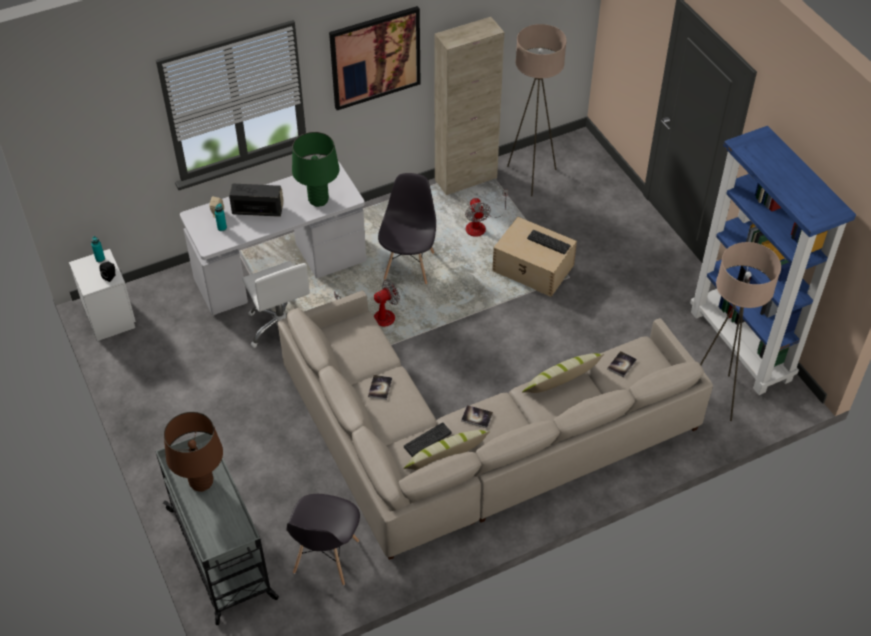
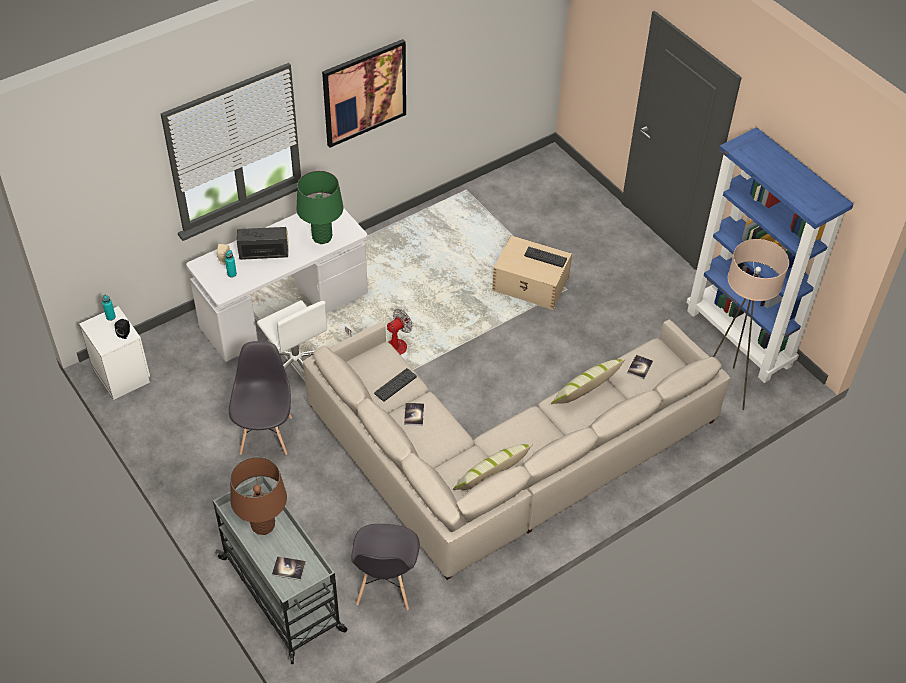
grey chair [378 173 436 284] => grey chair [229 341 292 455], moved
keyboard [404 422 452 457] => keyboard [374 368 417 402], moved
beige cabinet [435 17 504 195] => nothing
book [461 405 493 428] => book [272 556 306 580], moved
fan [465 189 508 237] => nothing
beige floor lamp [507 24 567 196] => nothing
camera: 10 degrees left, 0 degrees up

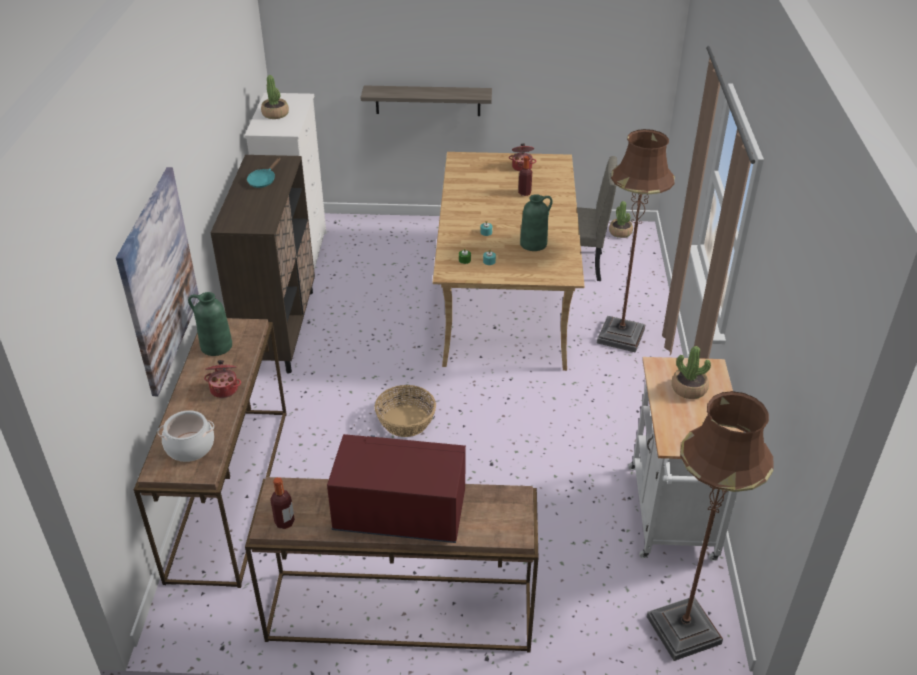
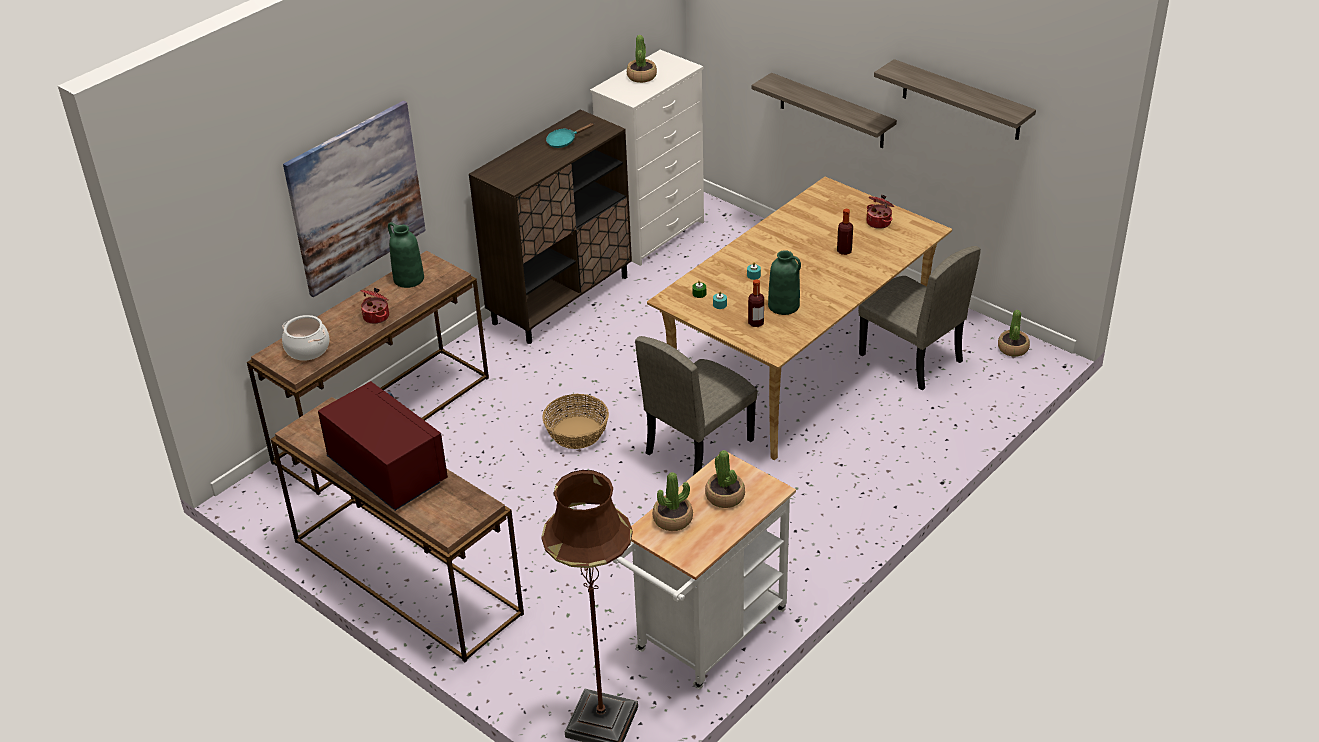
bottle [270 477 295 529] => bottle [748 279 764 327], moved
brown floor lamp [597 129 675 353] => nothing
nothing => beige chair [635 336 757 475]
nothing => potted plant [652 472 693 531]
nothing => shelf [874 59 1036 140]
camera: 40 degrees right, 0 degrees up

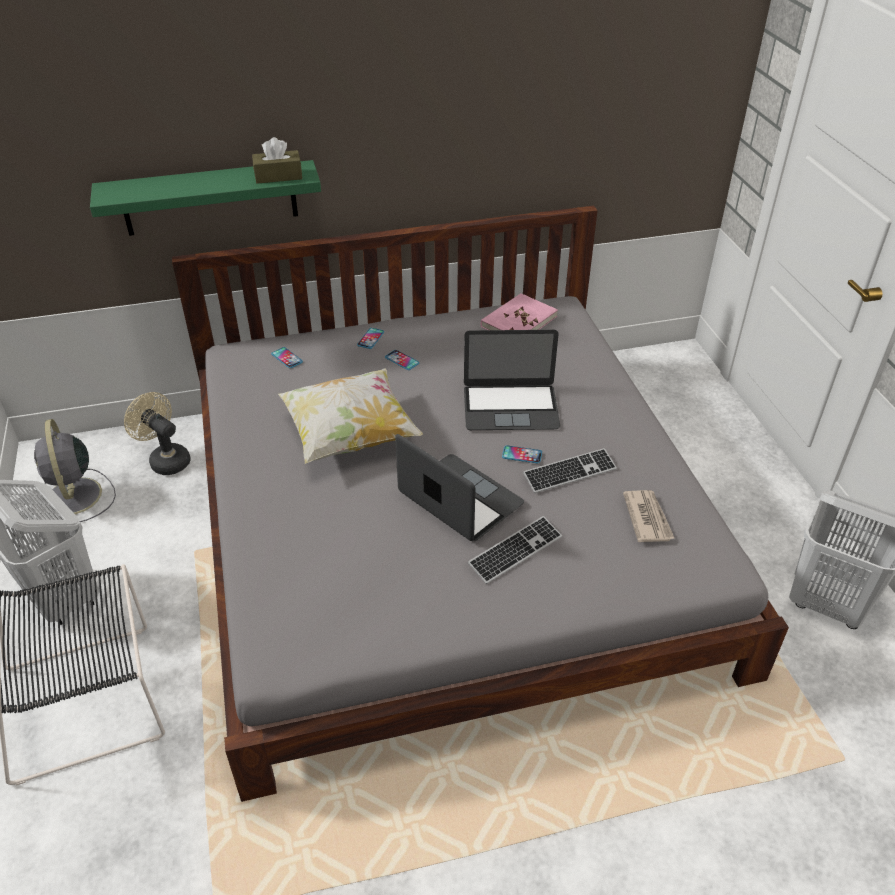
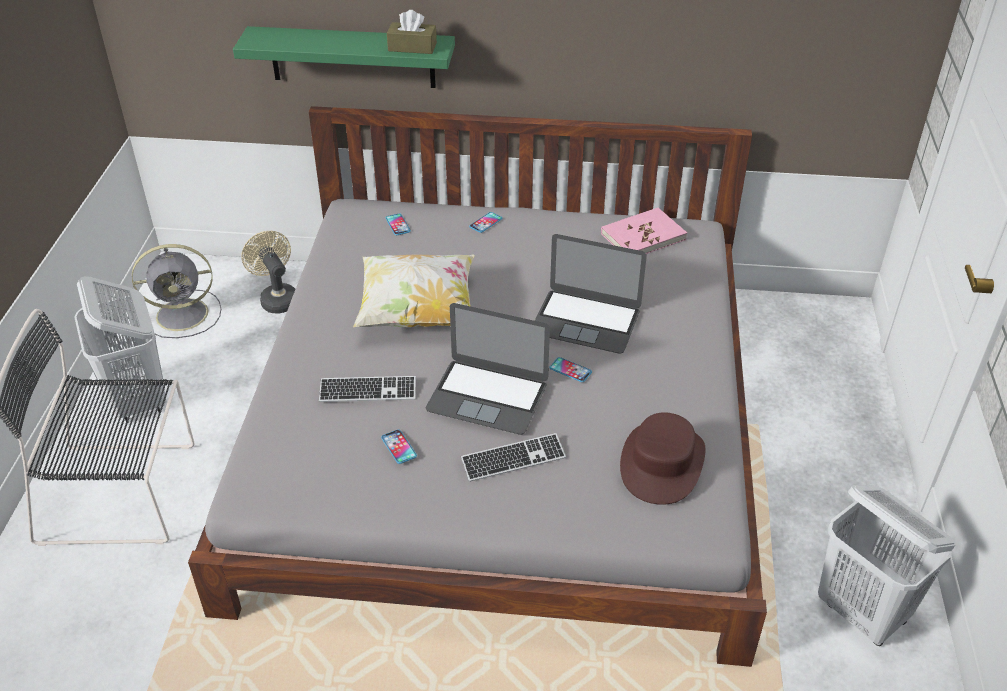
grey fan [34 419 116 522] => grey fan [132 244 221 338], 105 degrees counterclockwise
phone [385 350 419 370] => phone [381 430 417 464], moved
laptop [395 434 524 541] => laptop [426 303 550 435], 135 degrees clockwise
keyboard [523 448 617 493] => keyboard [319 376 416 402], moved
newspaper [623 490 675 542] => brown hat [620 412 706 505]
camera: 20 degrees right, 0 degrees up

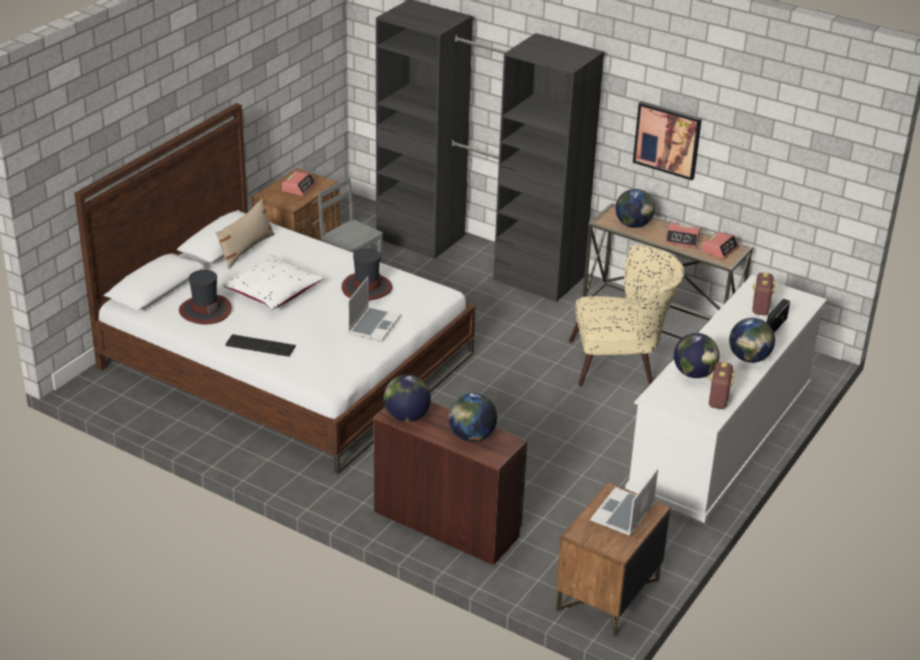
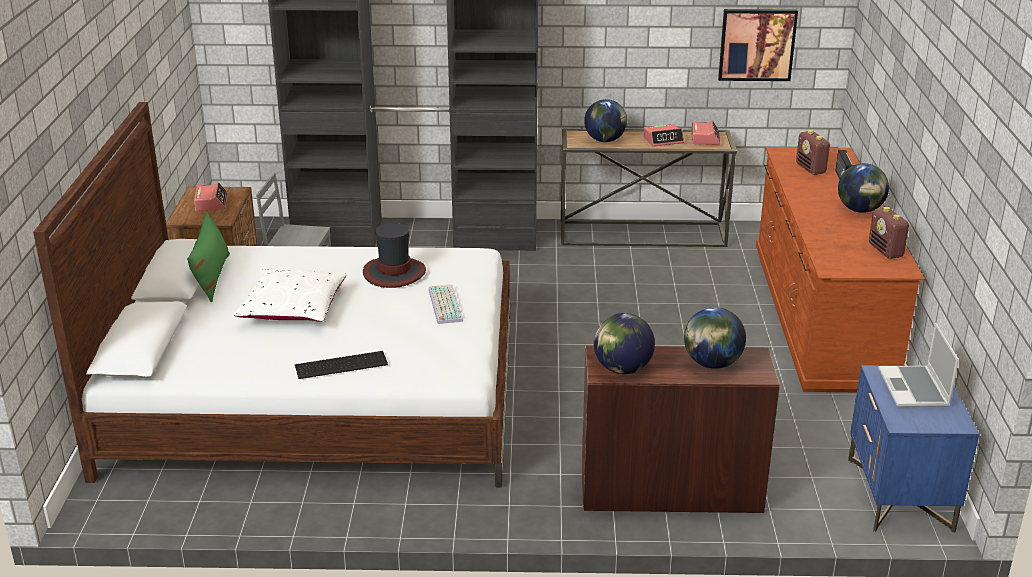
hat [179 270 232 325] => nothing
beige pillow [216 199 275 269] => green pillow [187 212 230 302]
laptop [348 277 401 341] => keyboard [429 284 463 324]
brown nightstand [556 482 671 637] => blue nightstand [848 365 980 533]
beige armchair [569 245 685 386] => nothing
white dresser [625 275 827 523] => brown dresser [756 147 924 393]
picture [633 102 702 180] => picture [718 9 798 81], moved
globe [674 333 719 378] => nothing
camera: 30 degrees left, 5 degrees down

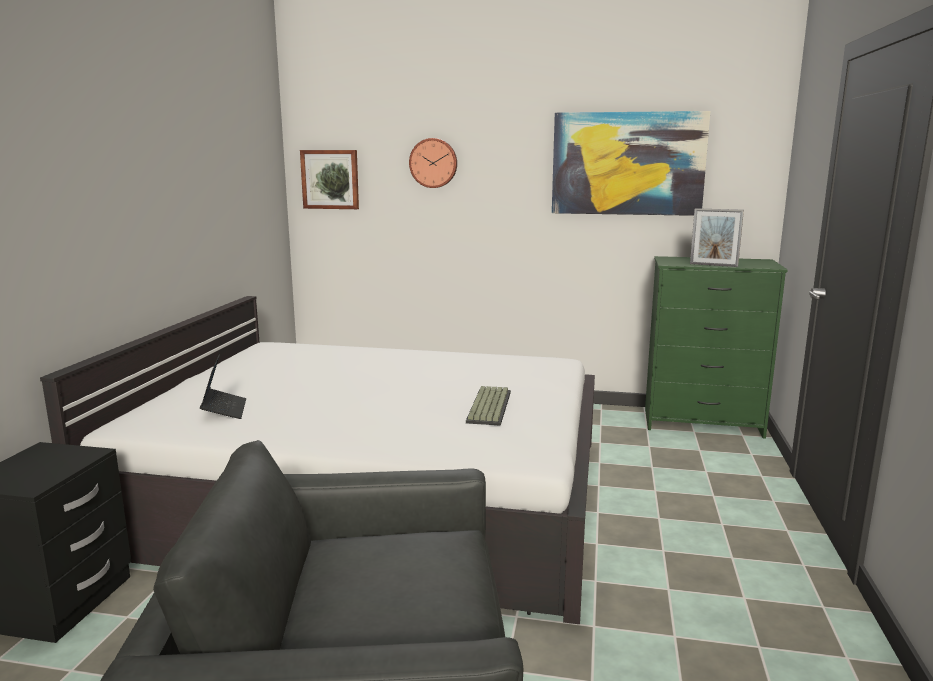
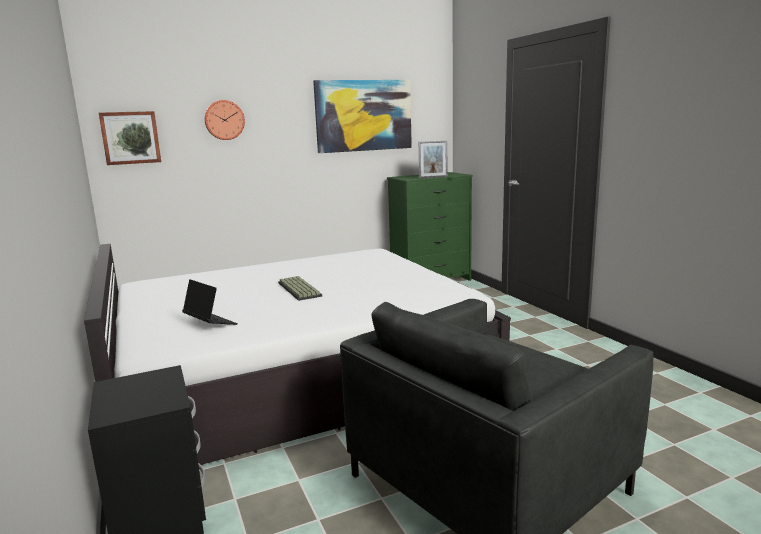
keyboard [466 386 511 426] => keyboard [278 276 322 301], moved
camera: 35 degrees left, 0 degrees up

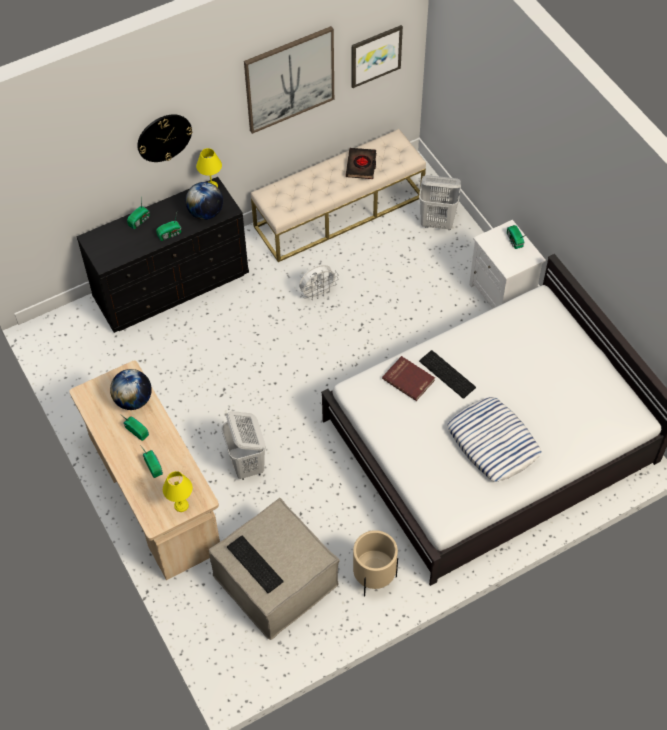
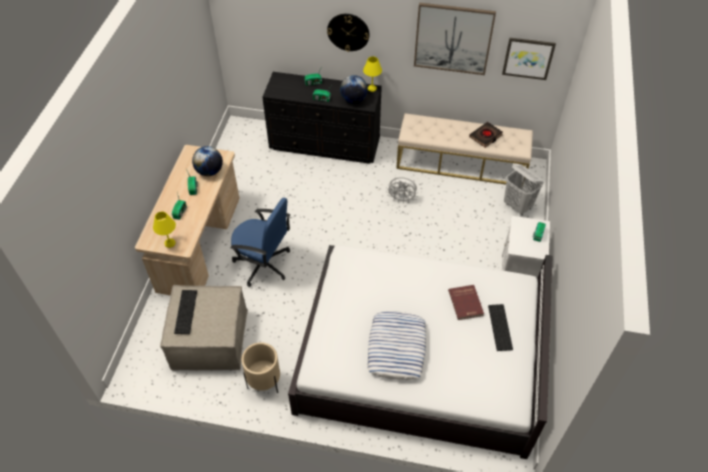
white laundry basket [221 411 266 480] => blue office chair [231 198 290 287]
red book [382 356 435 401] => red book [448 285 484 320], moved
keyboard [419 350 476 399] => keyboard [488 304 513 351], moved
camera: 40 degrees right, 5 degrees down

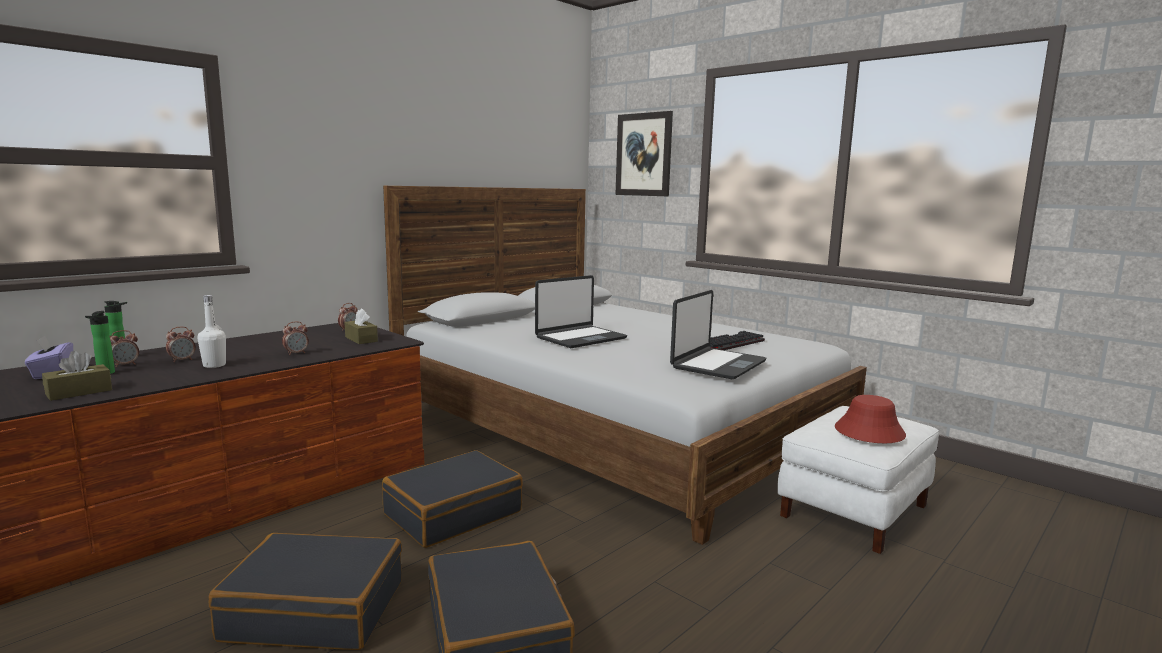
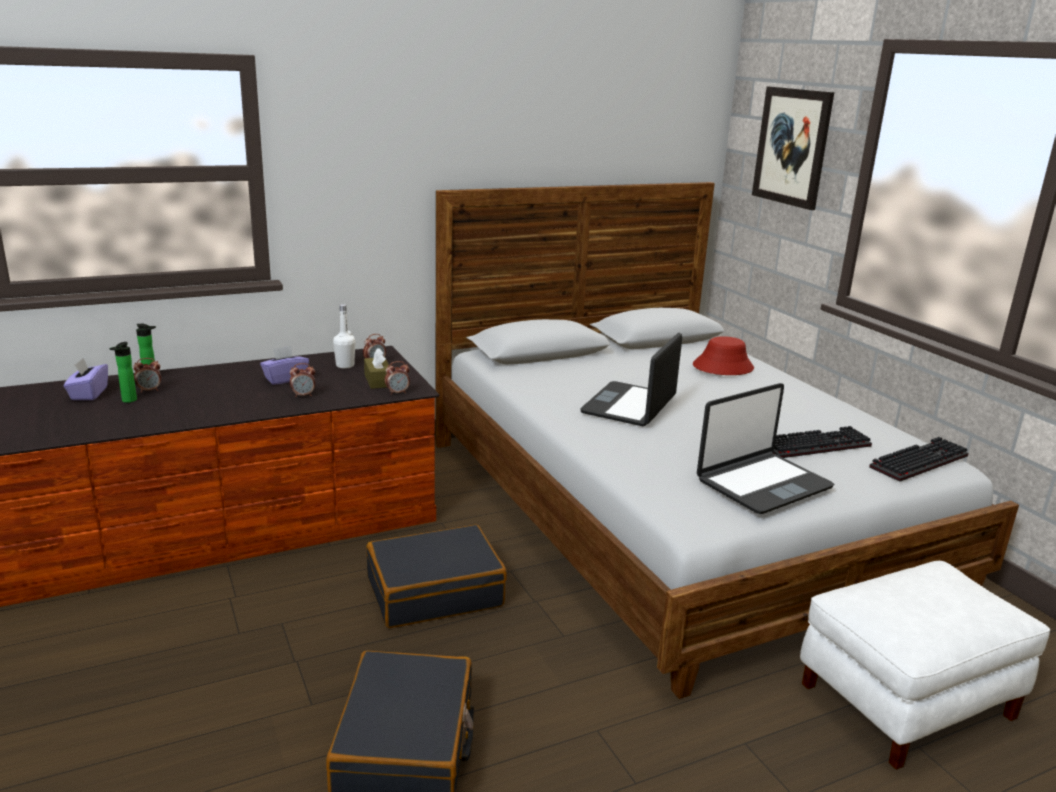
brown tissue box [42 351 112 401] => nothing
alarm clock [166 327 196 362] => alarm clock [385 361 410 395], moved
white bottle [198 295 226 368] => white bottle [333 304 356 368], moved
black suitcase [208 533 402 650] => nothing
laptop [535 275 627 348] => laptop [580 332 682 426], 135 degrees clockwise
red hat [835 395 906 443] => red hat [693 336 754 375], moved
nothing => purple tissue box [260 346 309 385]
nothing => keyboard [869 437 969 482]
camera: 20 degrees right, 10 degrees up

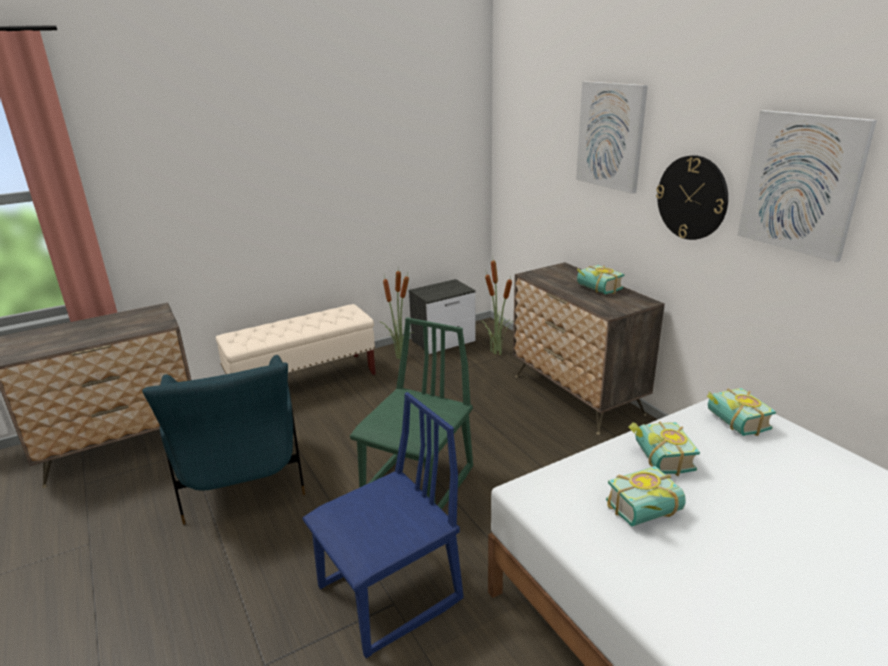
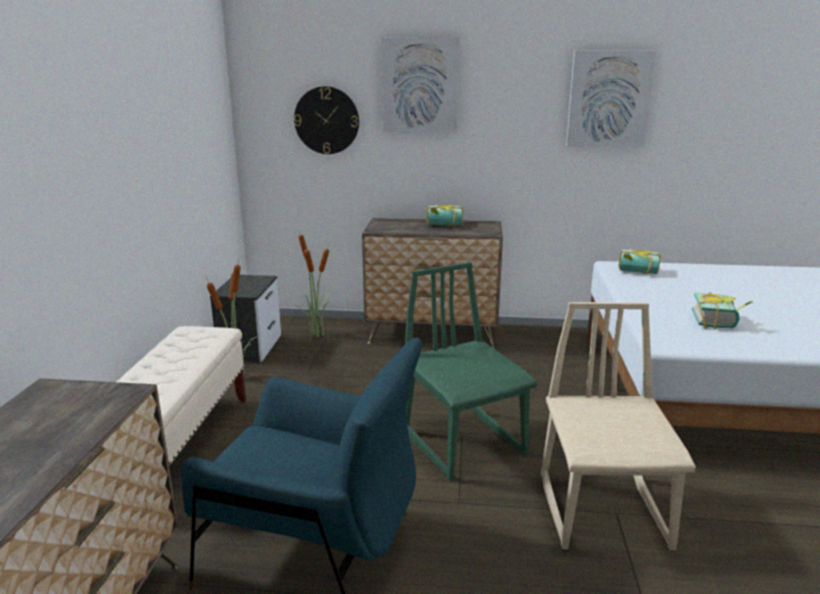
blue chair [302 392 464 658] => beige chair [541 302 696 550]
book [628 421 700 476] => nothing
wall clock [656 155 728 240] => wall clock [294 86 359 154], moved
camera: 55 degrees left, 5 degrees down

